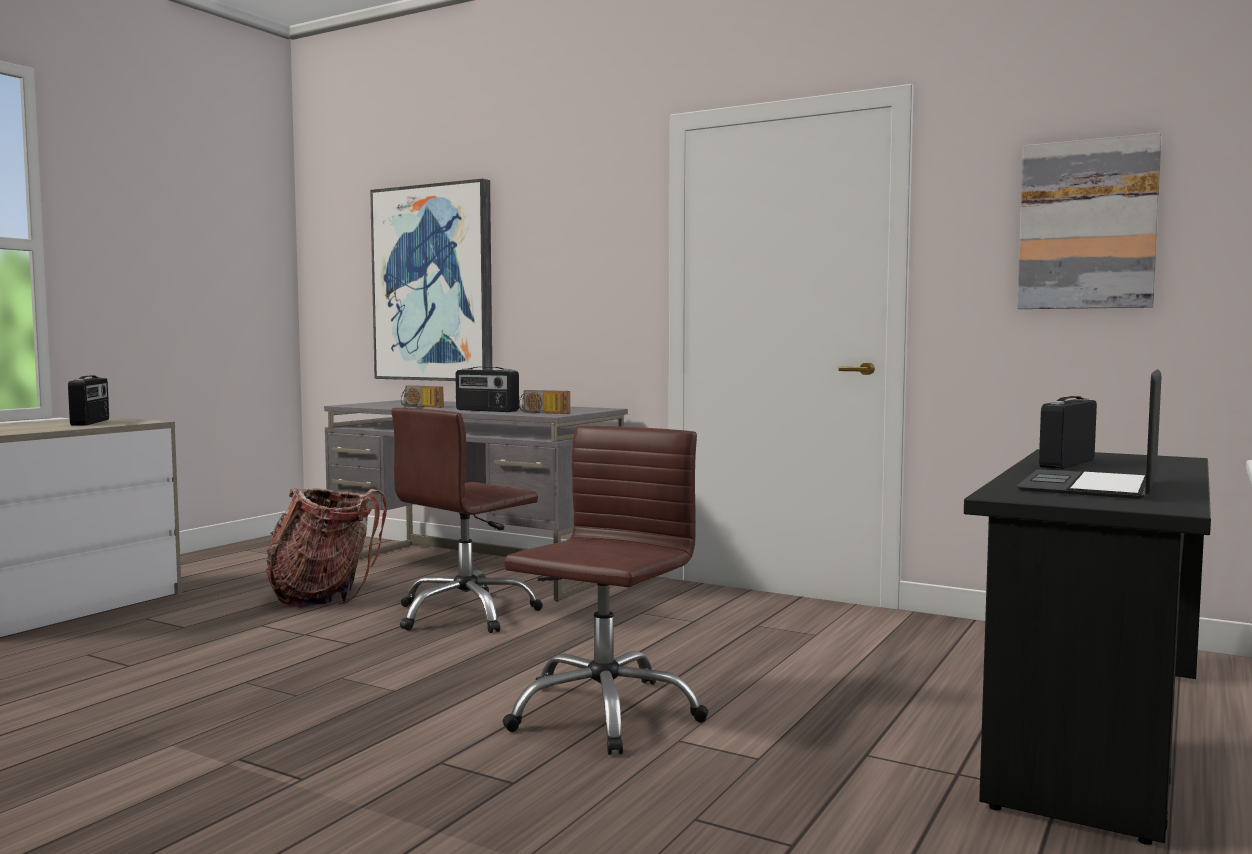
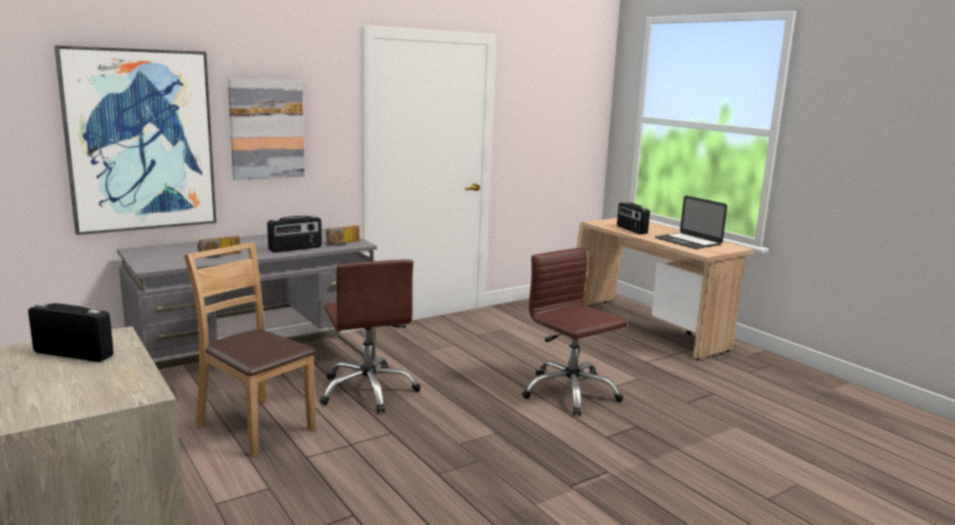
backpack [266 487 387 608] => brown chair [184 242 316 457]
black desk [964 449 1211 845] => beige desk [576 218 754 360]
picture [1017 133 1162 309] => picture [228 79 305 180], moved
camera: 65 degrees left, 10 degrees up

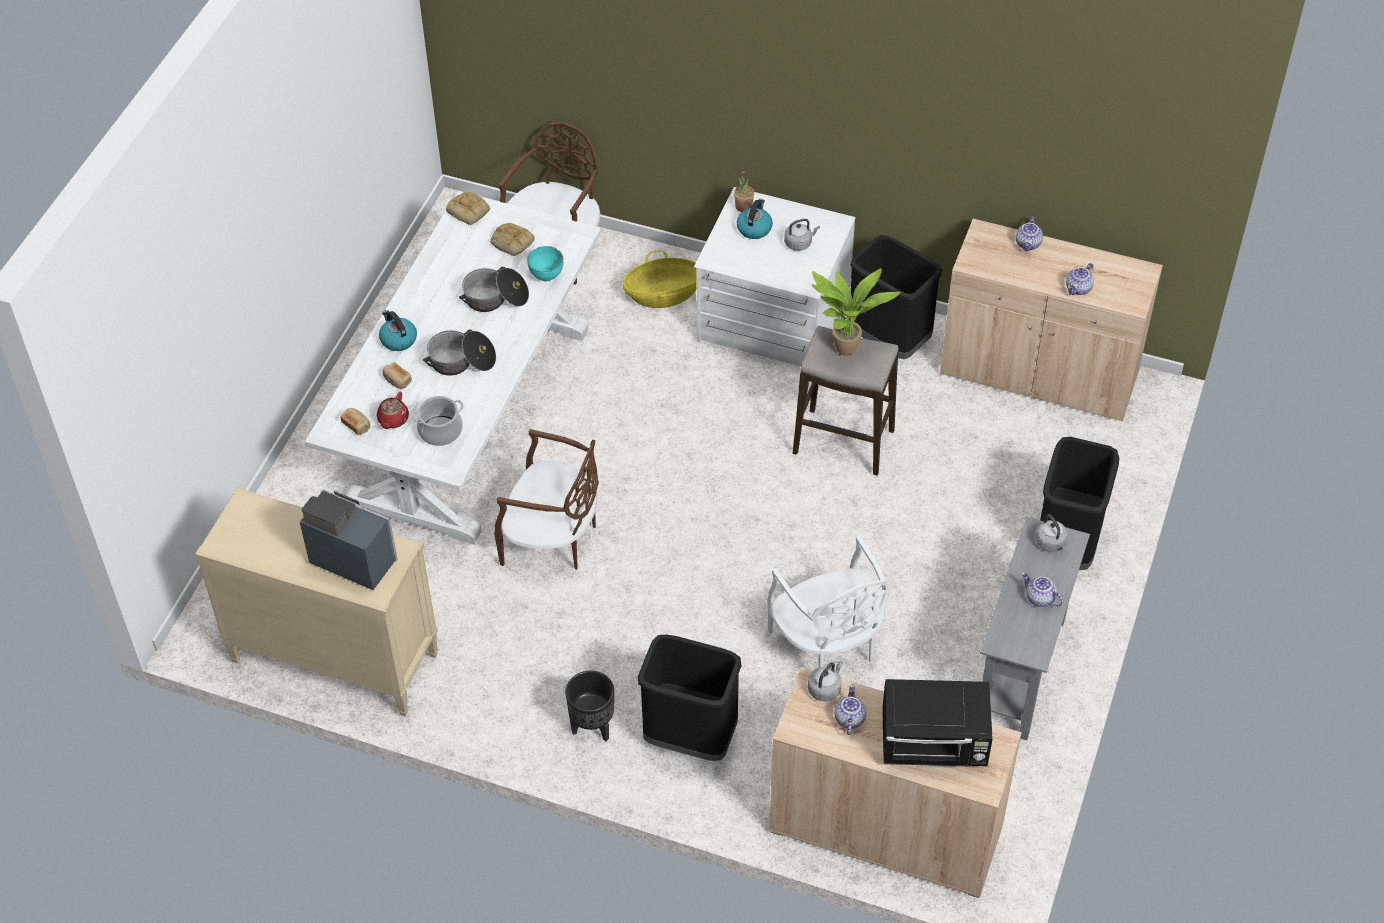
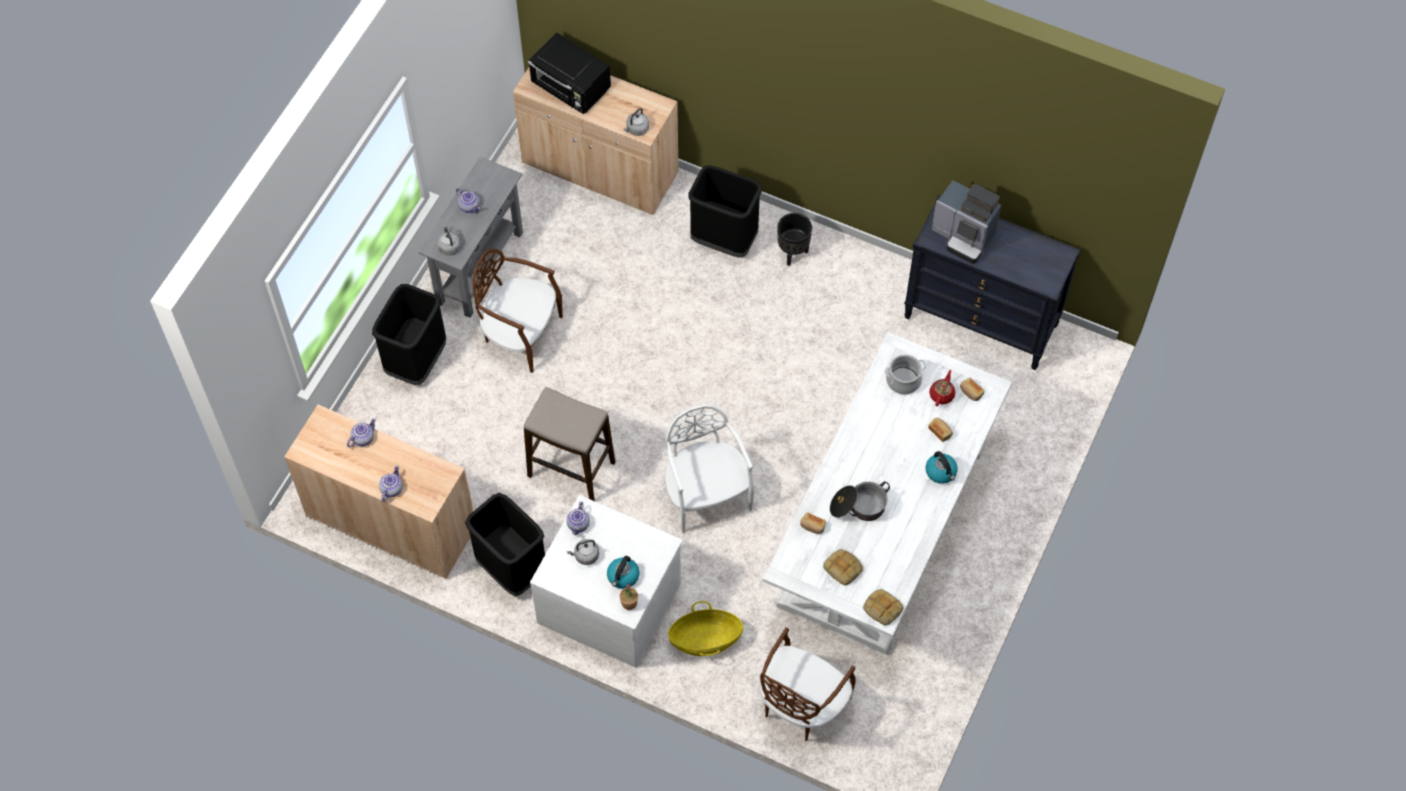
beige dresser [195 487 438 717] => black dresser [904 195 1081 370]
cooking pot [423 329 496 375] => nothing
brown chair [494 429 599 570] => brown chair [472 249 563 373], moved
turquoise bowl [527 246 564 282] => bread [800 512 826 534]
white chair [767 535 888 668] => white chair [664 405 754 533], moved
potted plant [812 268 900 356] => nothing
teapot [834 684 866 735] => teapot [566 502 590 535], moved
black microwave [882 679 993 766] => black microwave [528 32 611 114], 150 degrees counterclockwise
camera: 175 degrees left, 10 degrees up

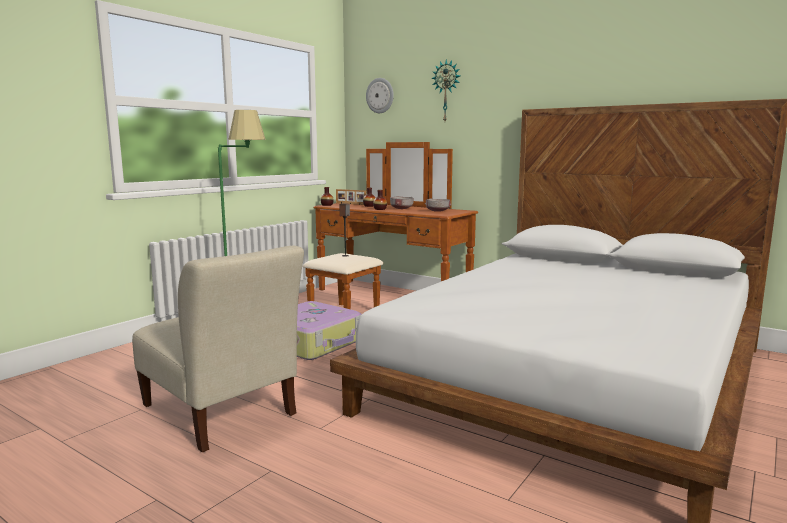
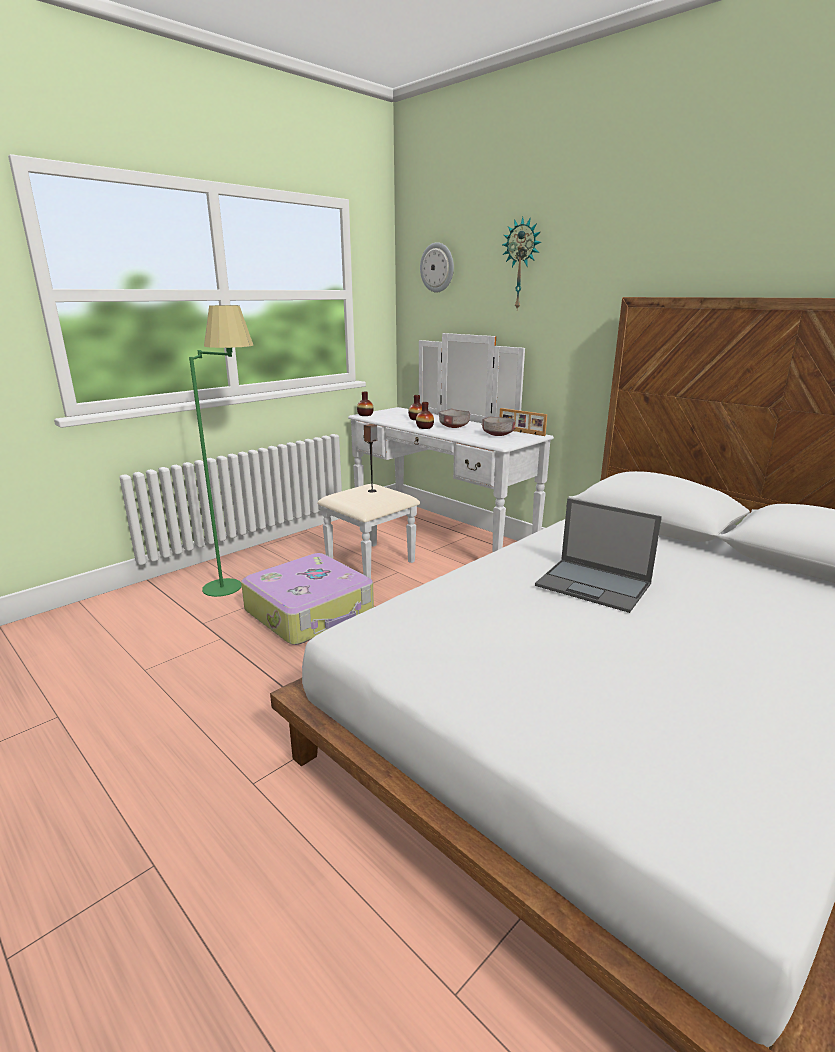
beige chair [132 246 304 452] => nothing
brown dresser [303 142 478 309] => white dresser [318 333 554 579]
picture frame [336 189 366 205] => picture frame [499 408 547 436], moved
nothing => laptop [535 498 662 613]
camera: 10 degrees right, 10 degrees up

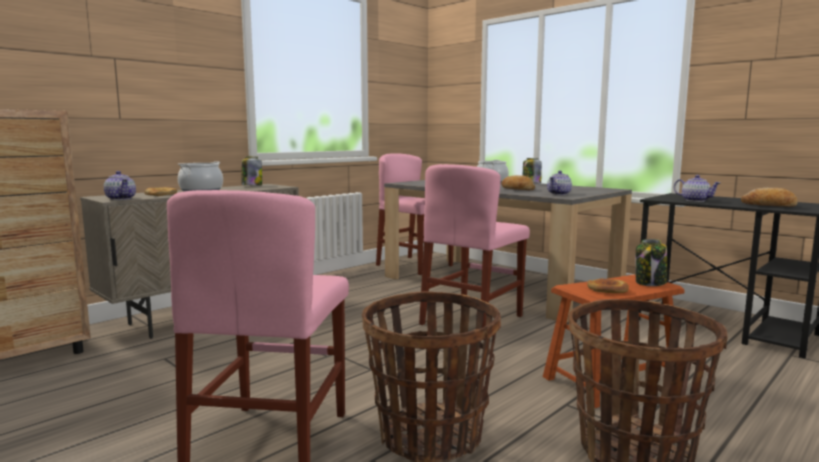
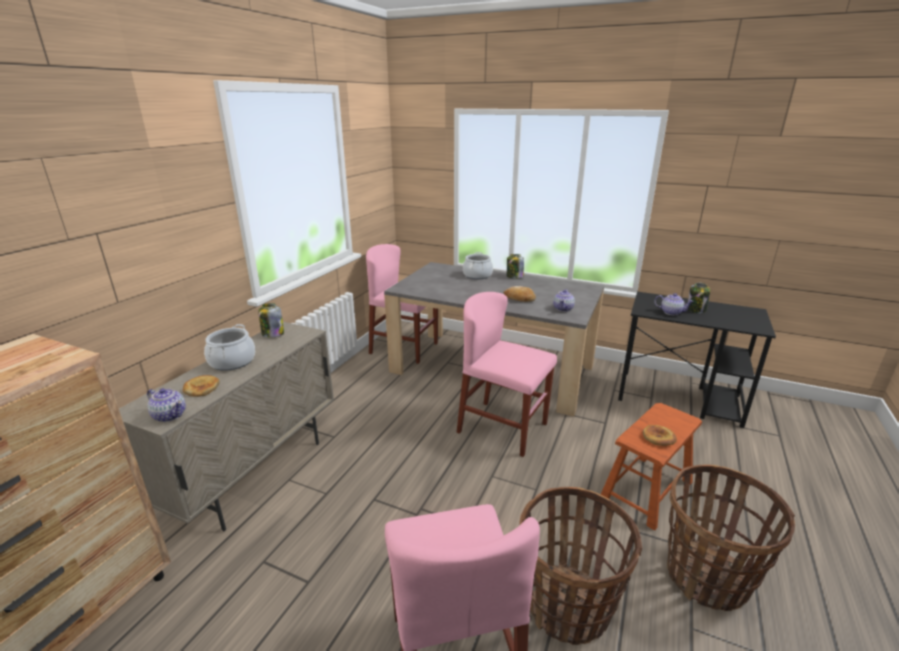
pink chair [419 164 530 328] => pink chair [457 292 557 457], 105 degrees clockwise
jar [636 239 667 286] => jar [688 283 710 313], moved
bread [741 188 798 207] => nothing
camera: 20 degrees left, 15 degrees up

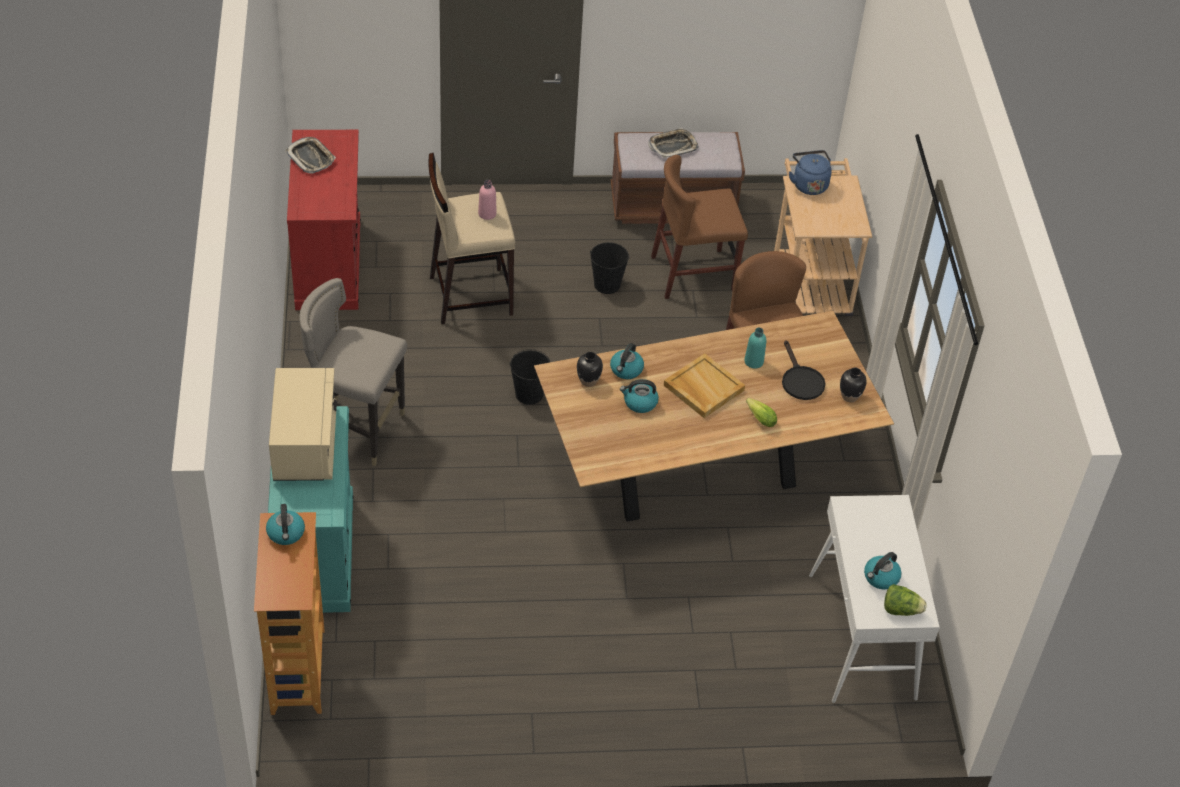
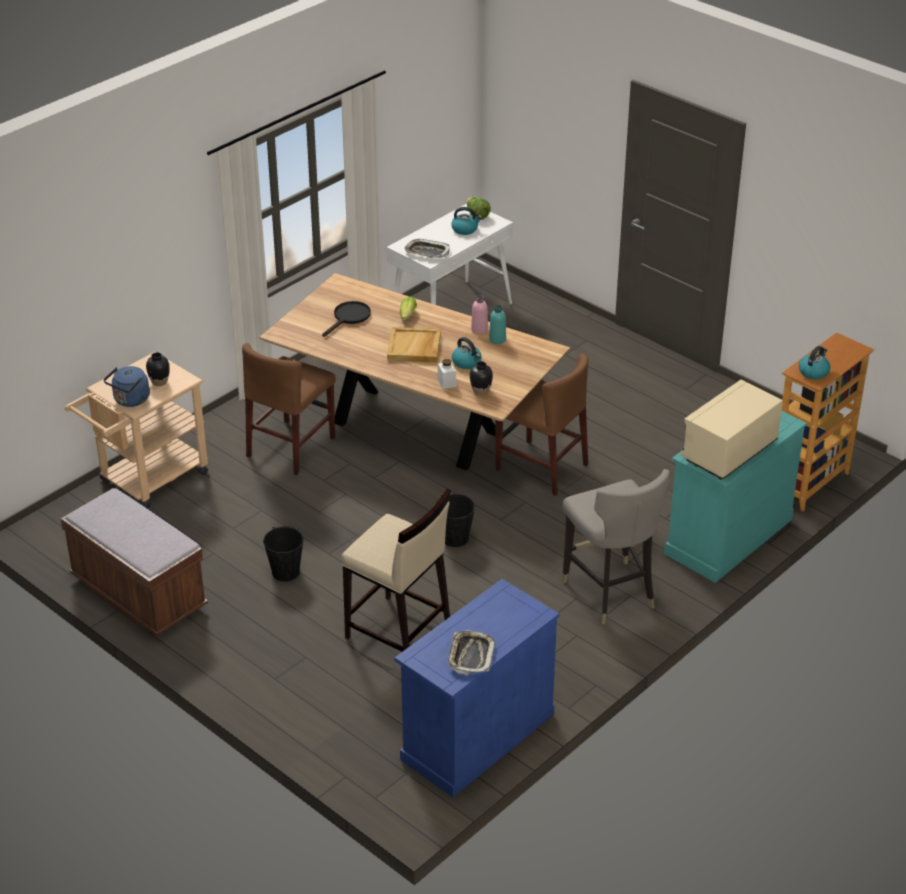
red cabinet [287 130 361 310] => blue cabinet [394 579 559 797]
pink bottle [478 180 497 220] => pink bottle [471 295 488 334], moved
kettle [610 343 644 379] => white jar [437 359 457 389]
tray [648 128 699 158] => tray [405 239 450 258], moved
brown chair [651 155 748 299] => brown chair [495 354 589 496], moved
turquoise bottle [744 328 766 369] => turquoise bottle [489 305 506 344], moved
black vase [840 368 867 402] => black vase [146 352 170 386], moved
camera: 130 degrees left, 10 degrees down

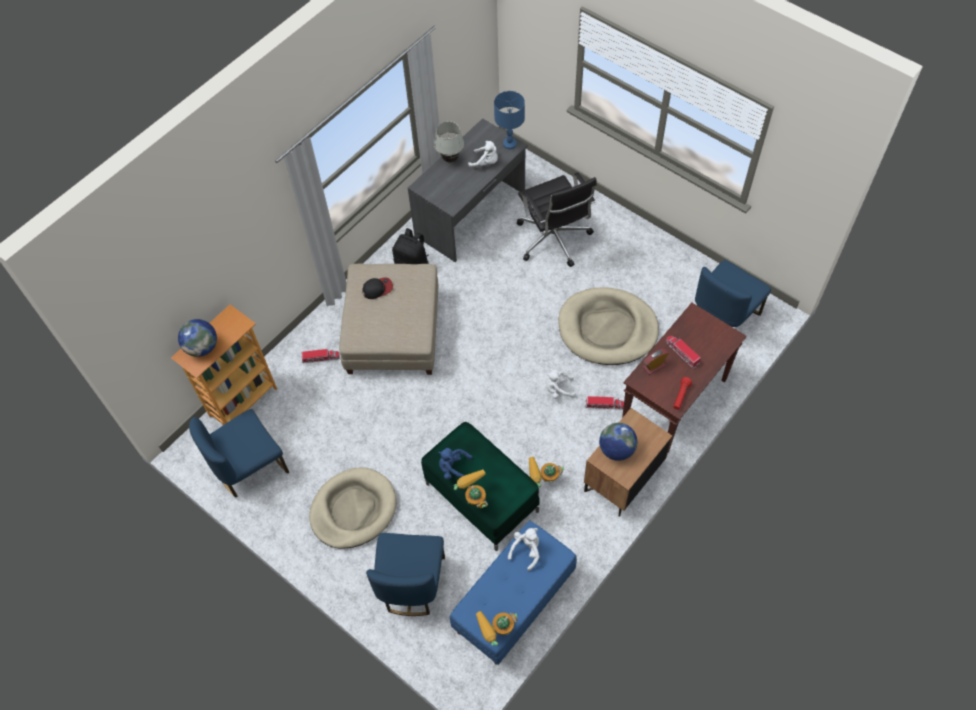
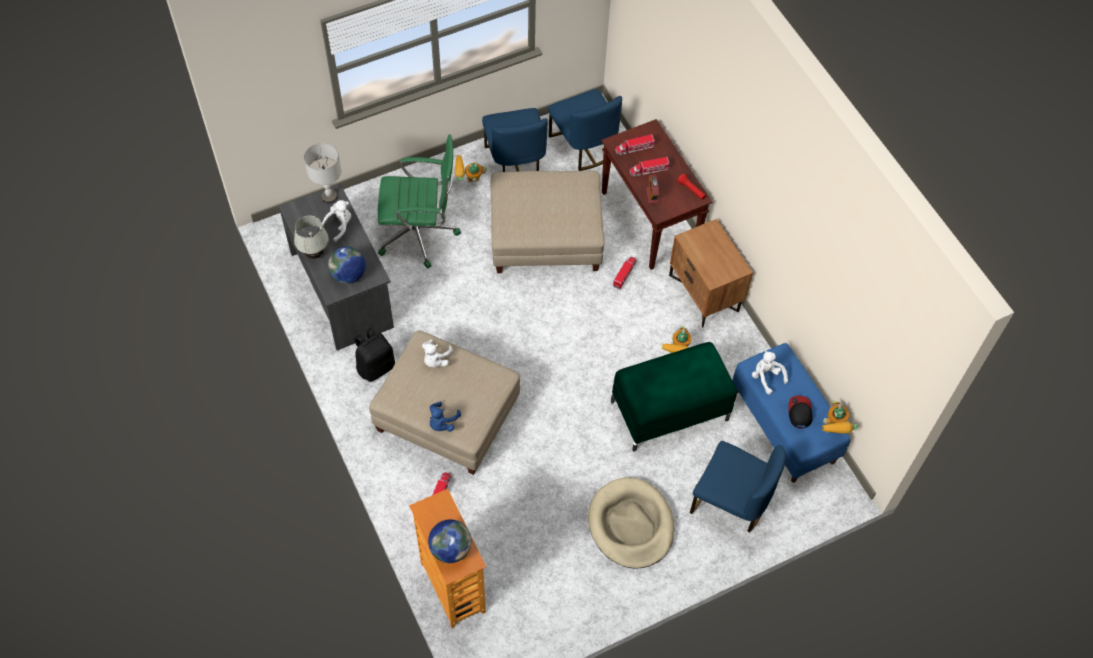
blue chair [189 409 289 498] => blue chair [482 108 548 172], moved
cap [362 277 393 299] => cap [788 396 813 429], moved
blue plush toy [438 448 472 480] => blue plush toy [429 401 461 432], moved
toy robot [454 470 488 508] => toy robot [455 155 487 182], moved
blue table lamp [494 91 525 149] => grey table lamp [304 143 341 203]
black office chair [517 172 596 267] => green office chair [378 135 461 268]
white plush toy [546 370 576 399] => white plush toy [422 339 453 368], moved
beige dog bed [558 287 659 365] => beige ottoman [490 170 604 273]
globe [599 423 637 461] => globe [328 247 366 284], moved
nothing => toy truck [615 134 655 155]
camera: 70 degrees left, 0 degrees up

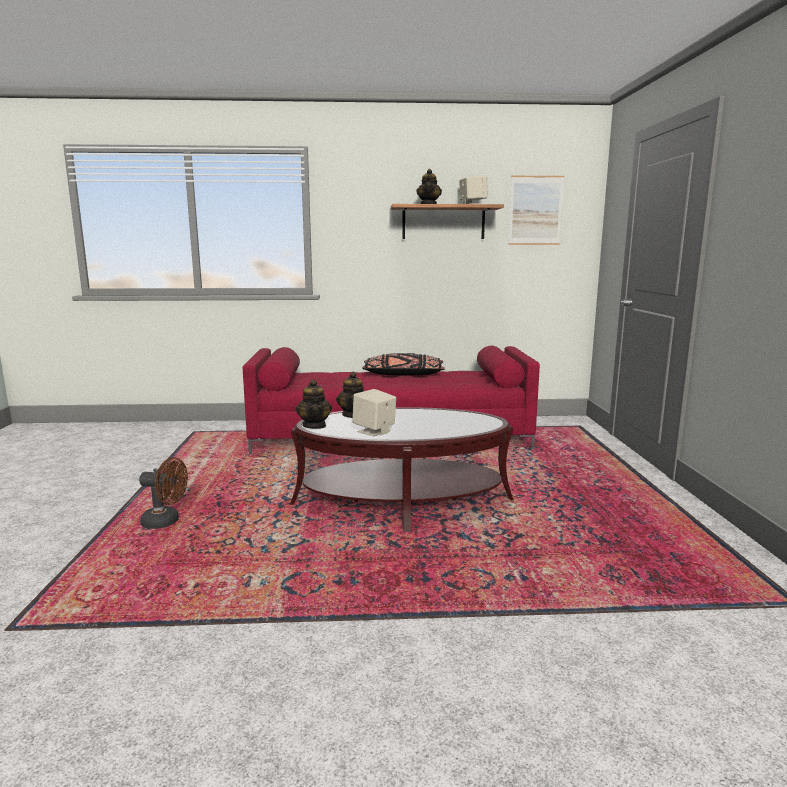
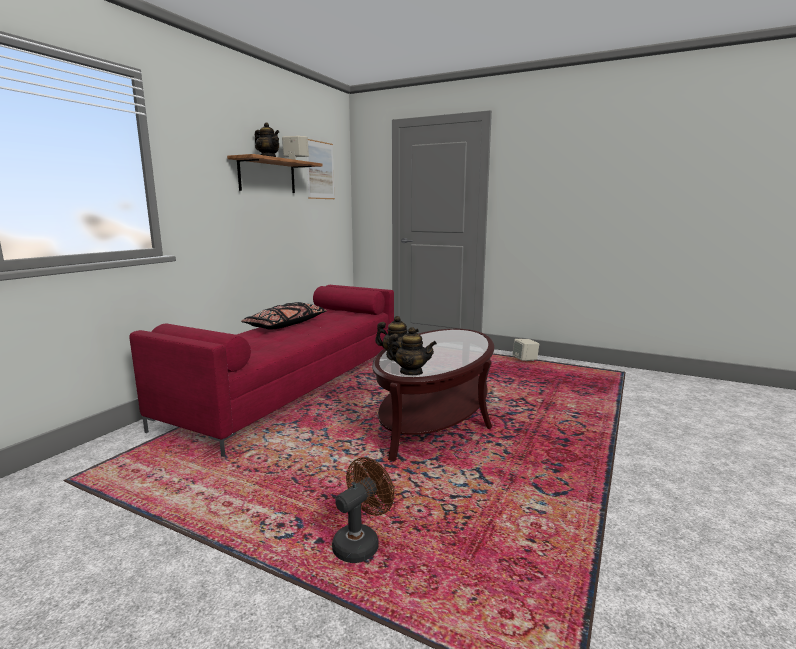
beige speaker [352 389 396 436] => beige speaker [512 339 539 361], moved
camera: 60 degrees left, 0 degrees up

